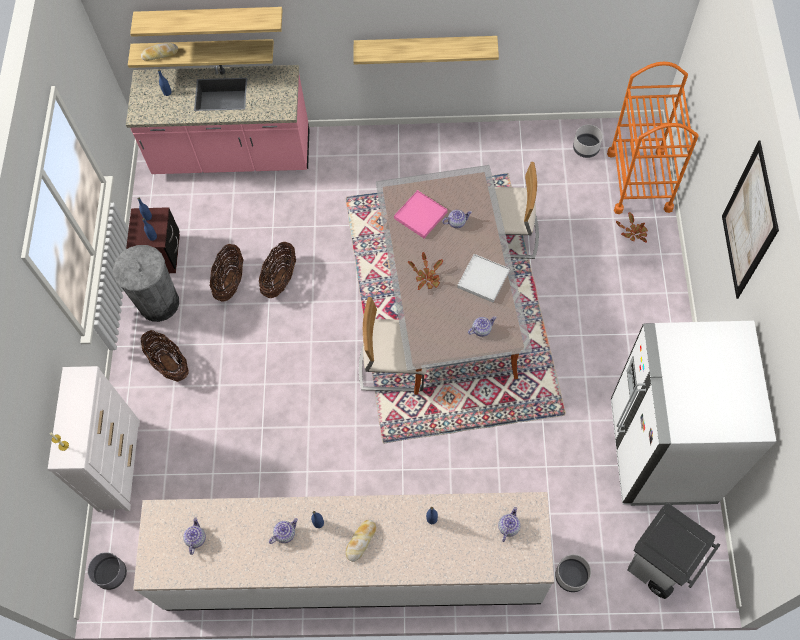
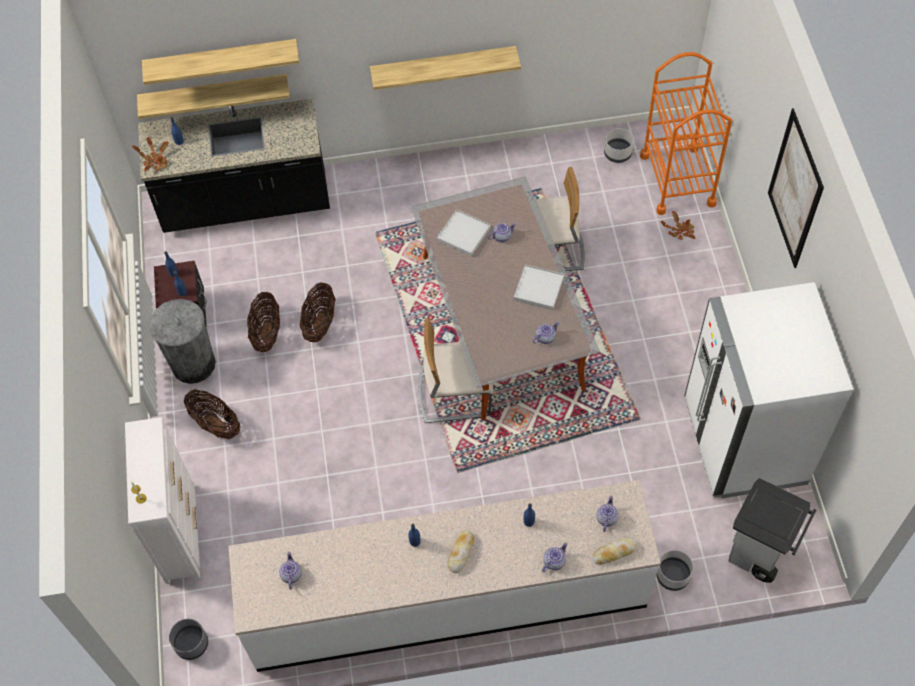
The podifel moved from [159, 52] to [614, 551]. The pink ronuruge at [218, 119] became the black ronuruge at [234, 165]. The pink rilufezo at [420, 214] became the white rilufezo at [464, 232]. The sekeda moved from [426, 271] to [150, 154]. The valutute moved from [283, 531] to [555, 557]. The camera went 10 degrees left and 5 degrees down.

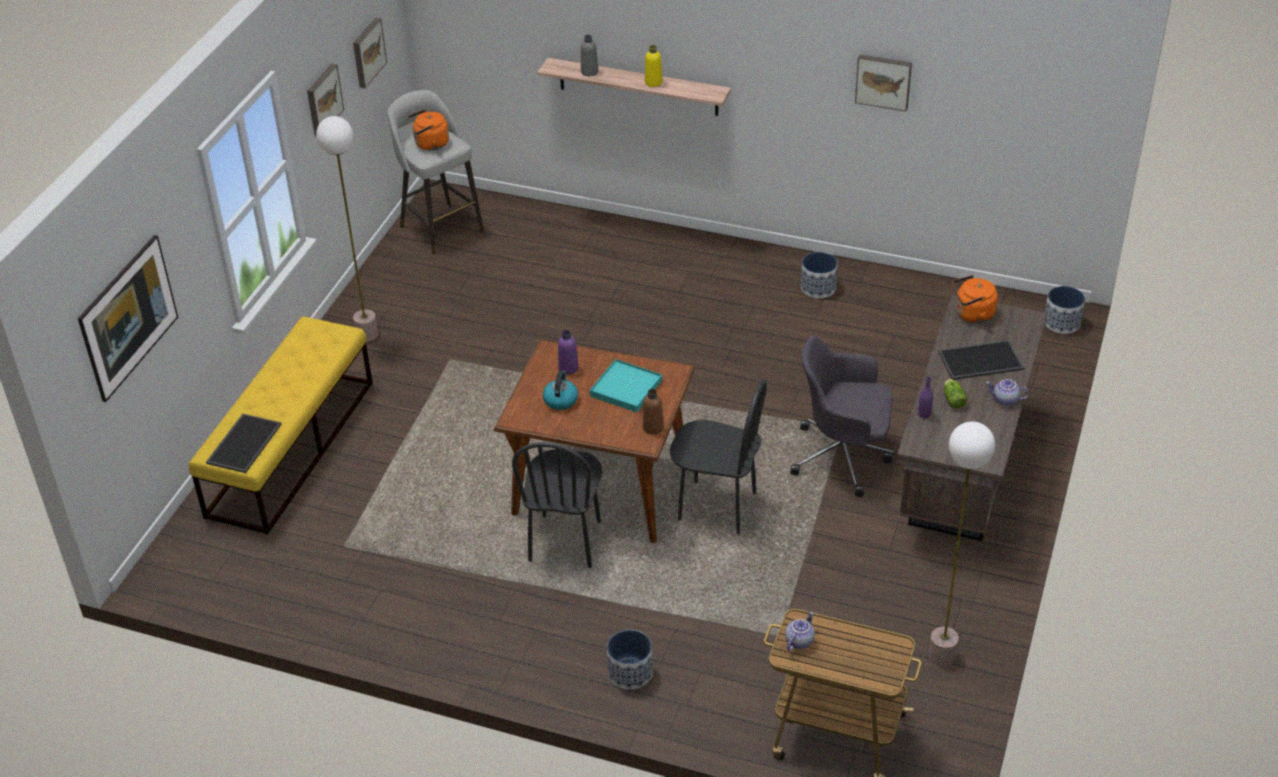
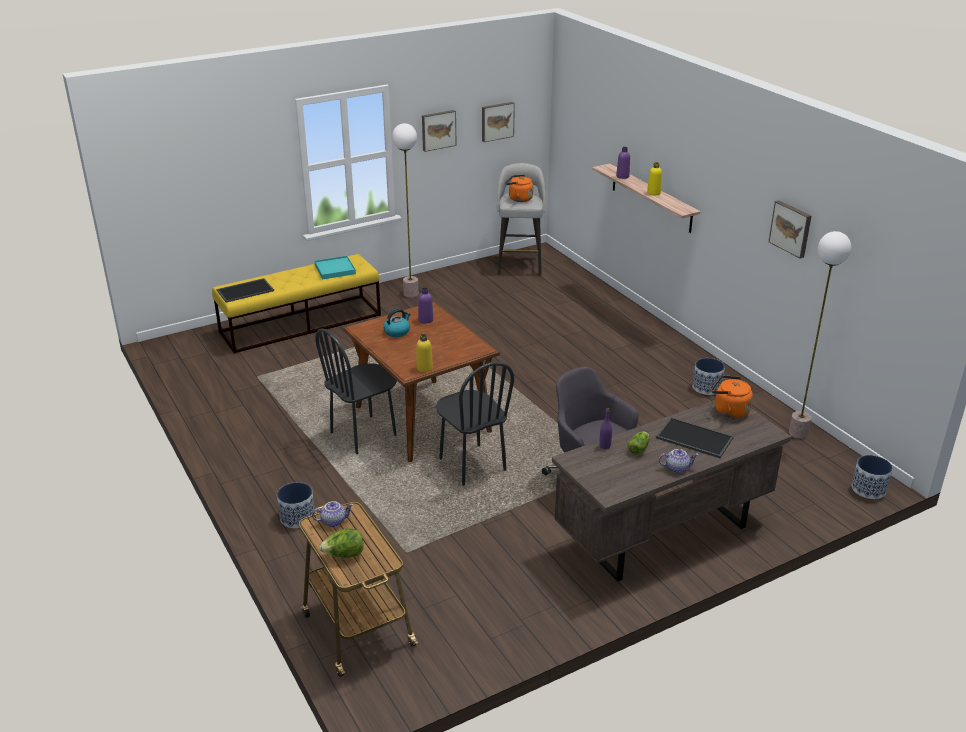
The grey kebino at [589, 55] became the purple kebino at [623, 163]. The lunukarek at [128, 318] disappeared. The turquoise rilufezo moved from [626, 385] to [335, 267]. The valutute at [1007, 392] turned 120 degrees clockwise. The brown kebino at [653, 412] became the yellow kebino at [424, 353]. The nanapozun moved from [962, 544] to [820, 335]. The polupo at [341, 543] appeared. The camera went 40 degrees right and 10 degrees down.

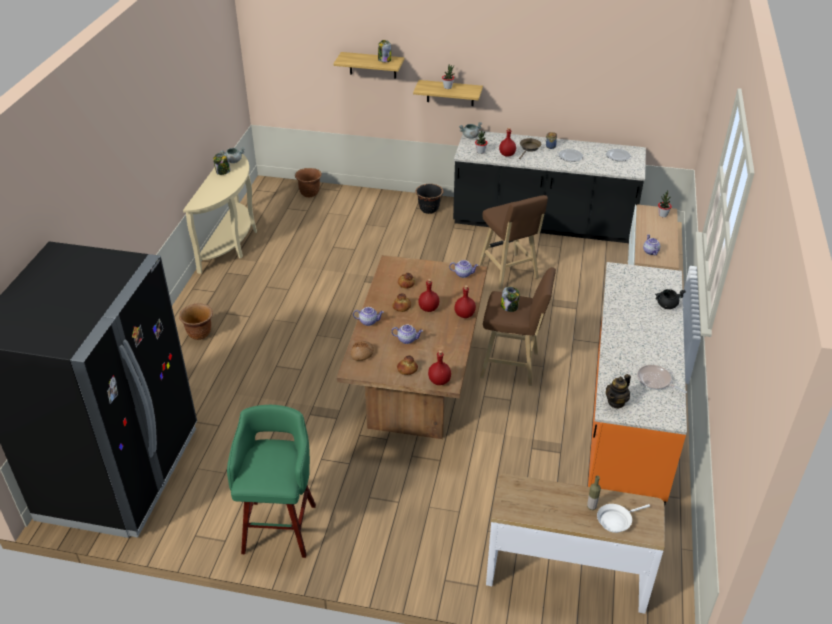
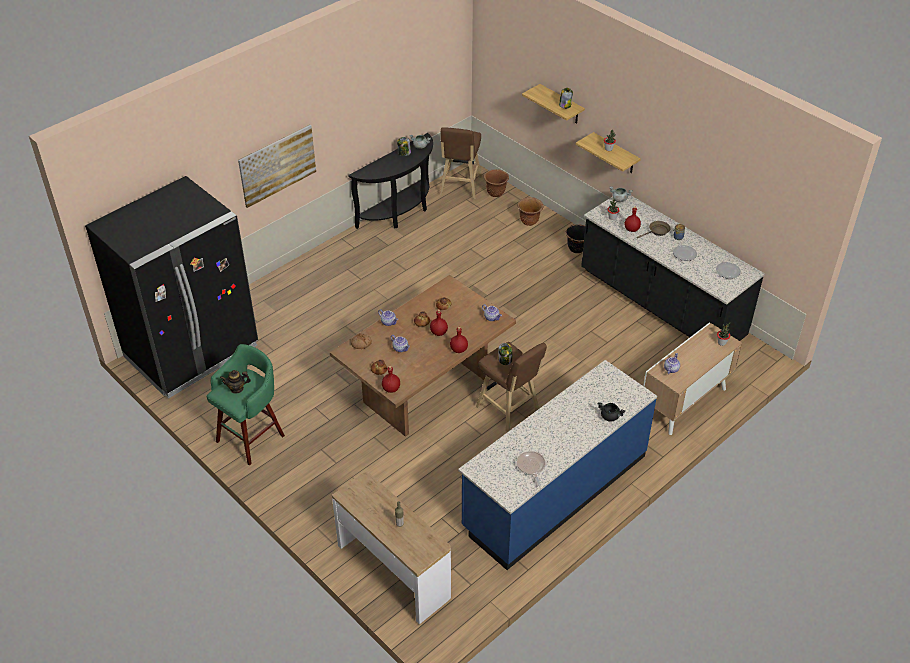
The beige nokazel at [220, 211] became the black nokazel at [390, 181]. The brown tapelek moved from [513, 242] to [461, 163]. The orange ronuruge at [637, 385] became the blue ronuruge at [557, 465]. The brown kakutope moved from [196, 321] to [530, 211]. The valutute moved from [618, 391] to [235, 382]. The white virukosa at [623, 518] disappeared. The lunukarek at [277, 166] appeared. The camera went 35 degrees right and 5 degrees up.

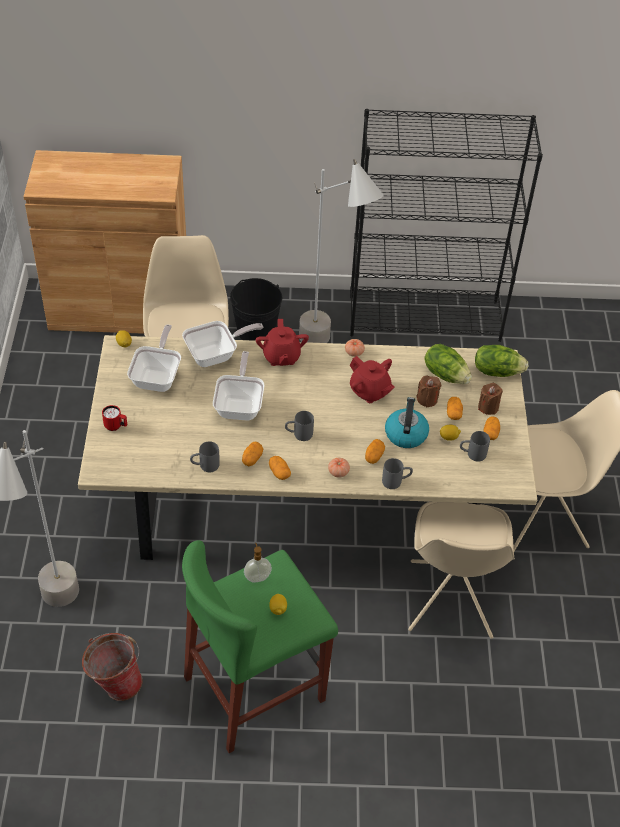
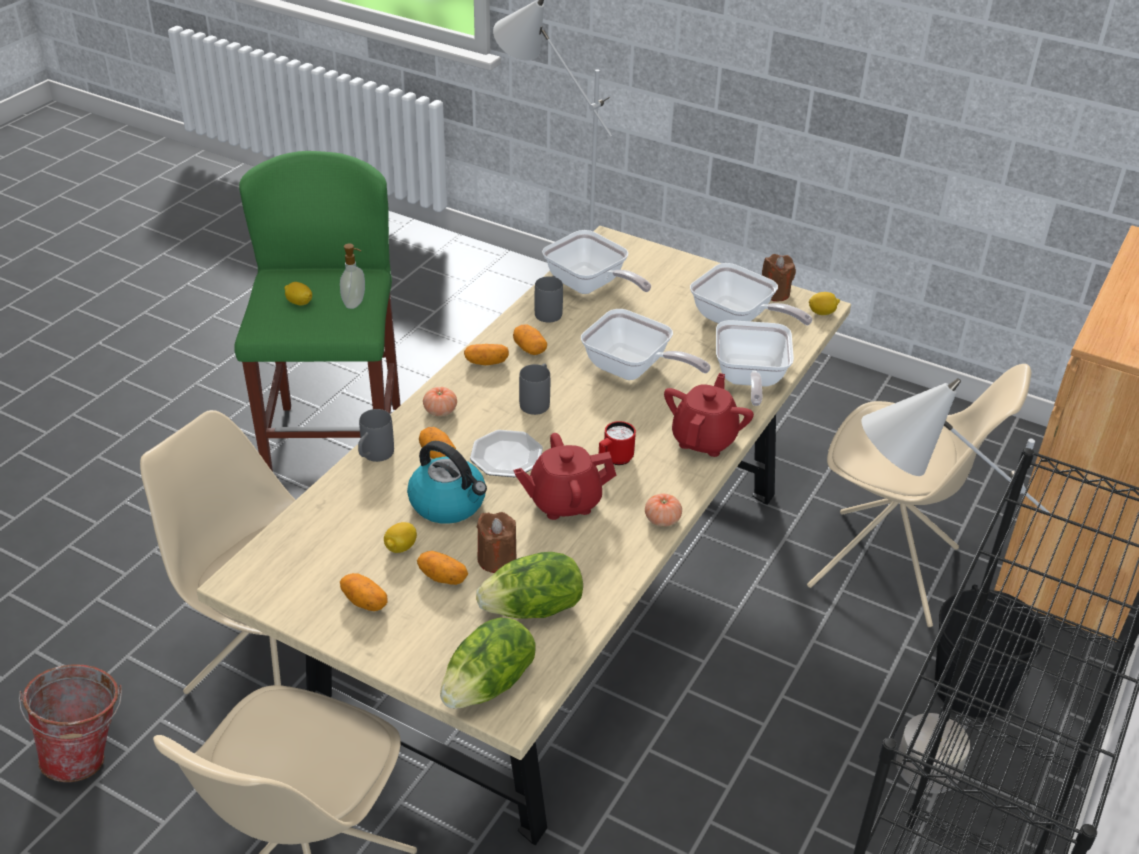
The red valutute at [282, 342] turned 90 degrees clockwise. The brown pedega moved from [490, 399] to [779, 277]. The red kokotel moved from [114, 418] to [617, 443]. The grey kokotel at [475, 446] disappeared. The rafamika moved from [112, 667] to [70, 723]. The virukosa at [596, 262] appeared. The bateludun at [506, 453] appeared. The camera went 120 degrees right and 10 degrees down.

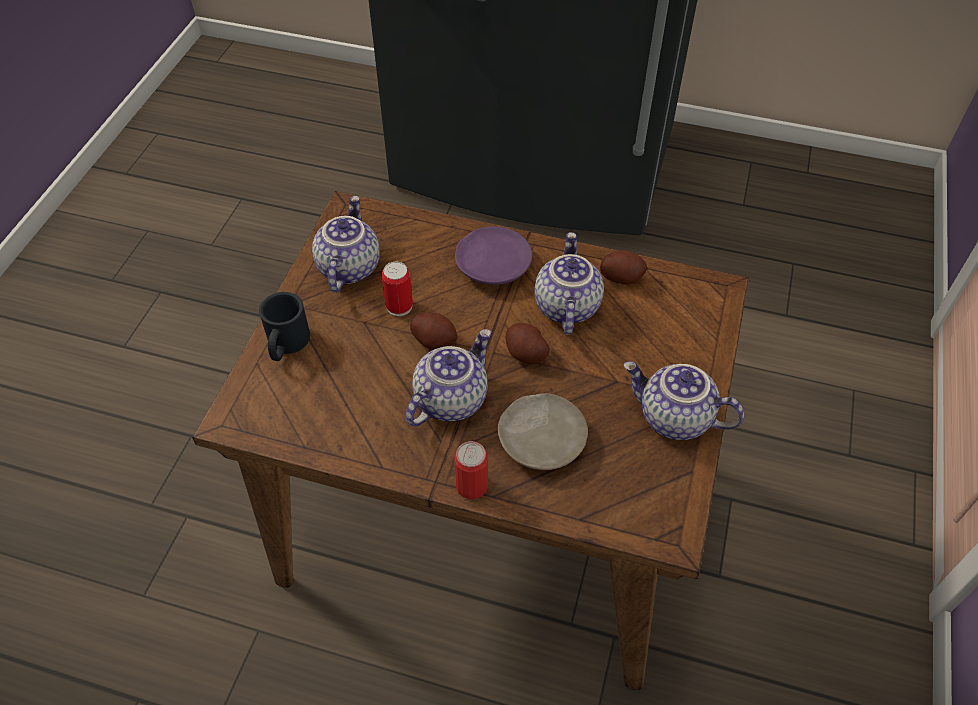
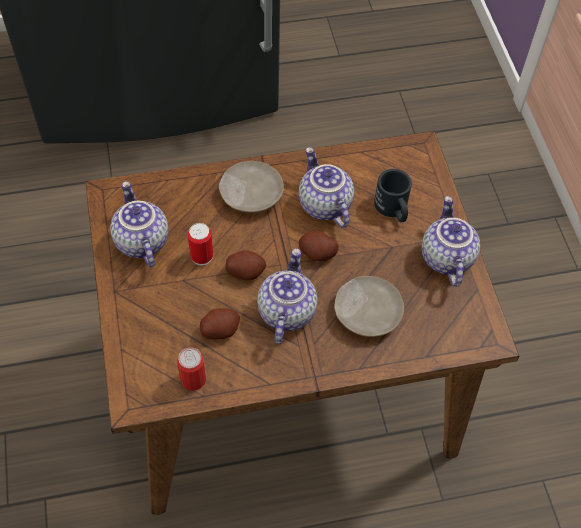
The purple bateludun at [493, 256] became the beige bateludun at [251, 187]. The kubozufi moved from [624, 267] to [220, 323]. The black kokotel moved from [284, 326] to [393, 195]. The valutute at [683, 400] turned 90 degrees clockwise. The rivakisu moved from [471, 470] to [191, 369]. The camera went 30 degrees left and 5 degrees up.

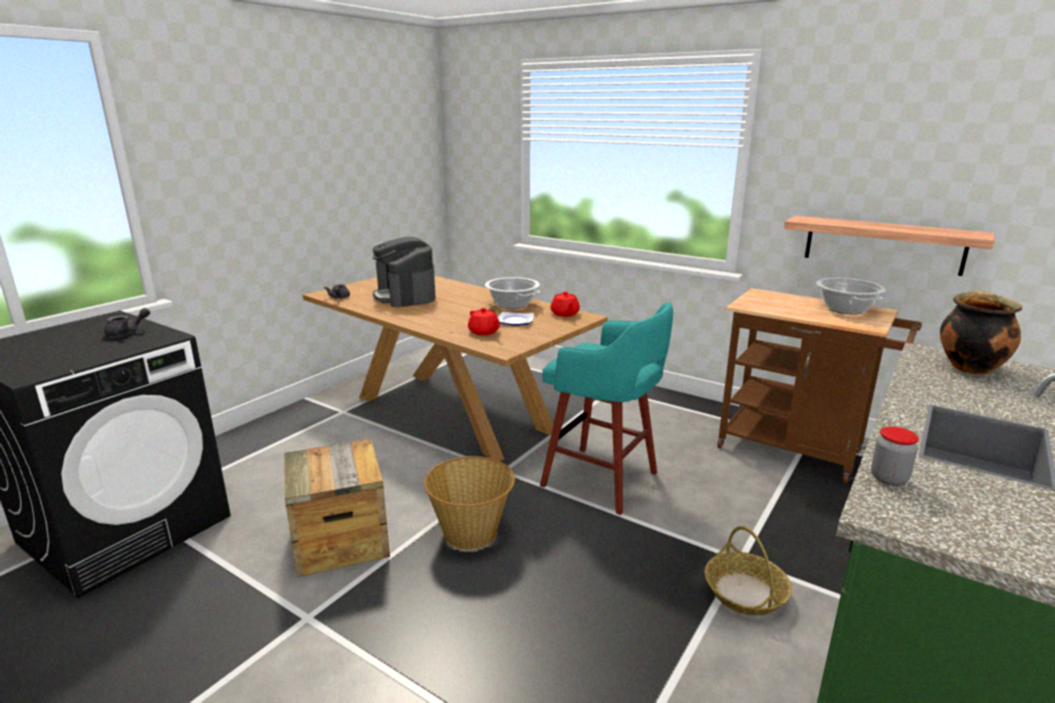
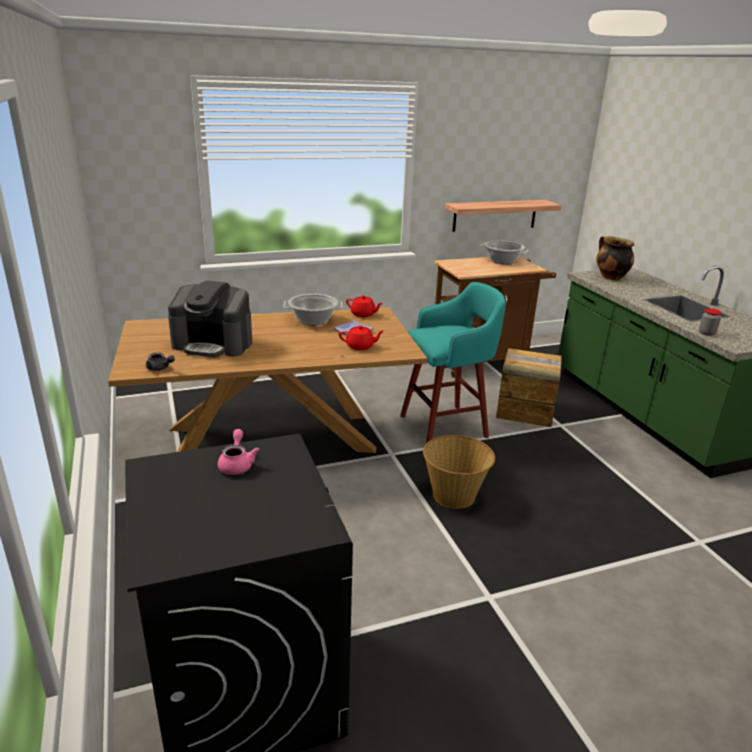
The grey valutute at [127, 322] became the pink valutute at [238, 452]. The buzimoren moved from [337, 508] to [529, 387]. The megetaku at [748, 570] disappeared. The camera went 55 degrees left and 5 degrees up.

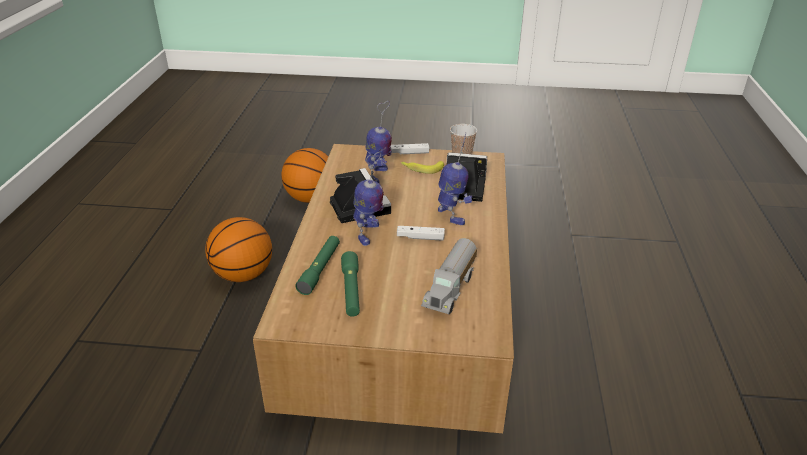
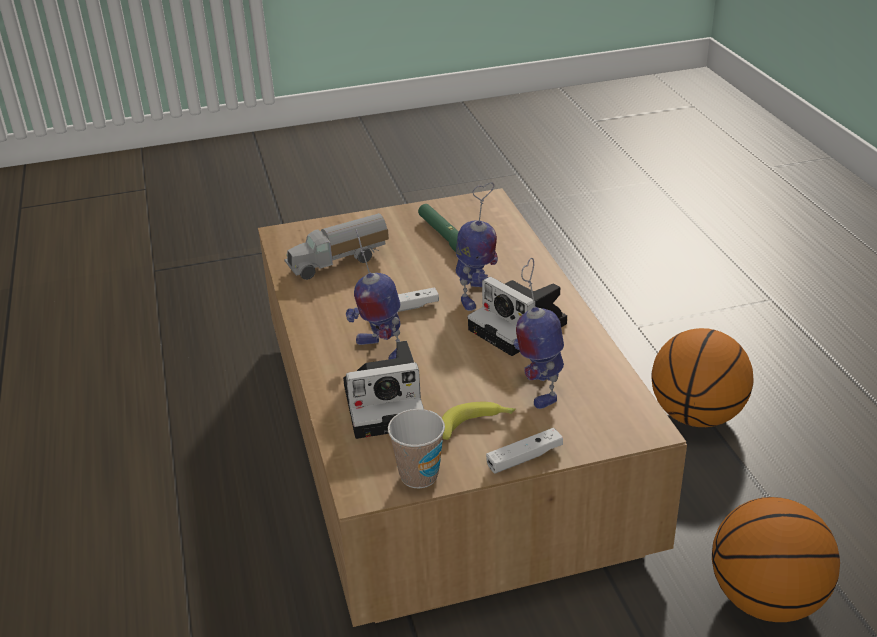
The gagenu at [368, 199] turned 150 degrees counterclockwise. The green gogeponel at [317, 265] disappeared. The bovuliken at [449, 276] turned 120 degrees counterclockwise. The camera went 160 degrees right and 0 degrees up.

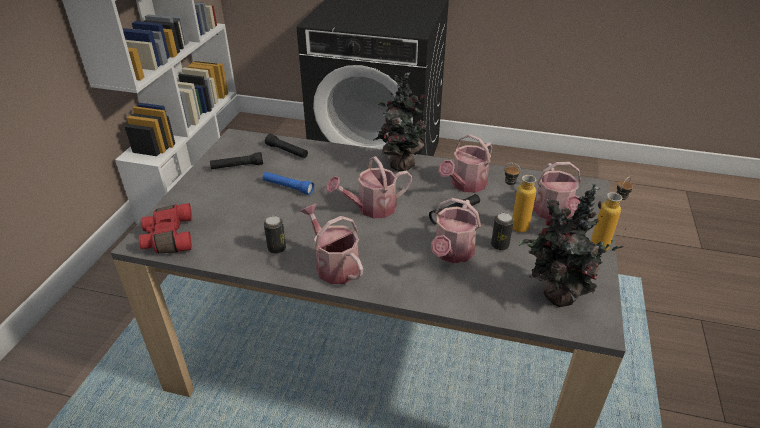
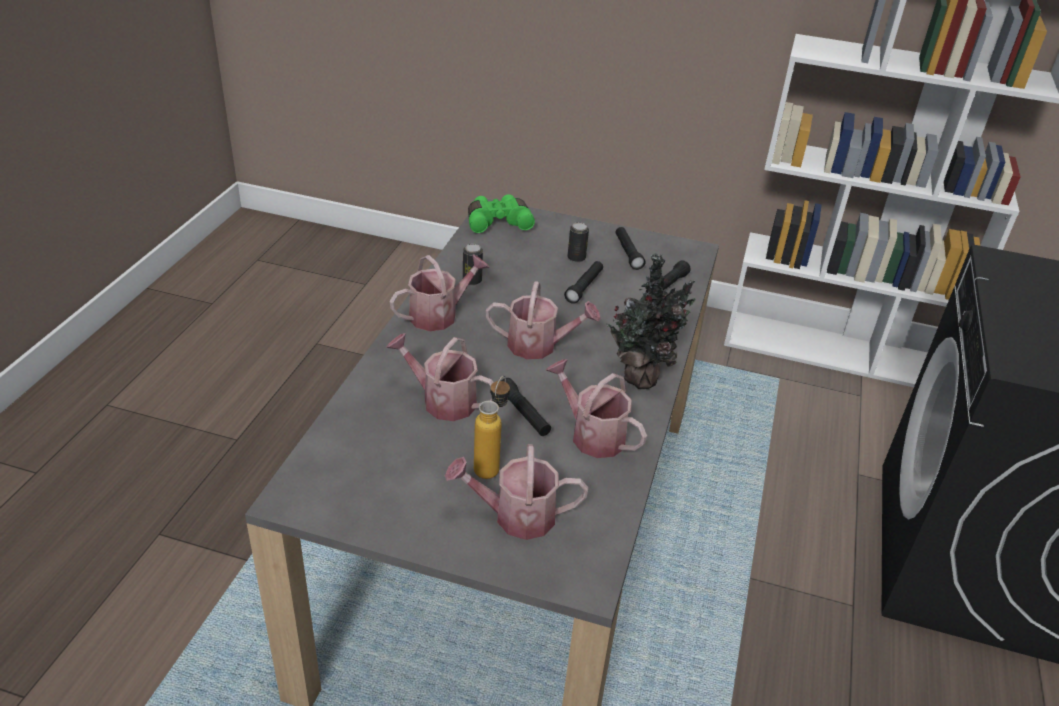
The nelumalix at [369, 187] turned 120 degrees clockwise. The blue gogeponel at [288, 183] became the black gogeponel at [583, 282]. The kebino at [612, 214] disappeared. The sekeda at [572, 245] disappeared. The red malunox at [165, 228] became the green malunox at [501, 213]. The rivakisu moved from [502, 231] to [578, 242]. The camera went 90 degrees right and 0 degrees up.

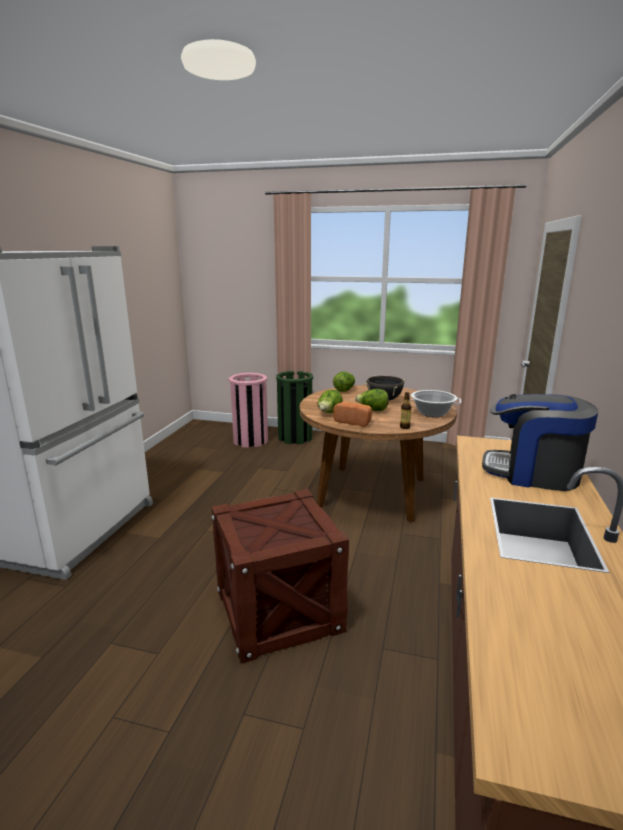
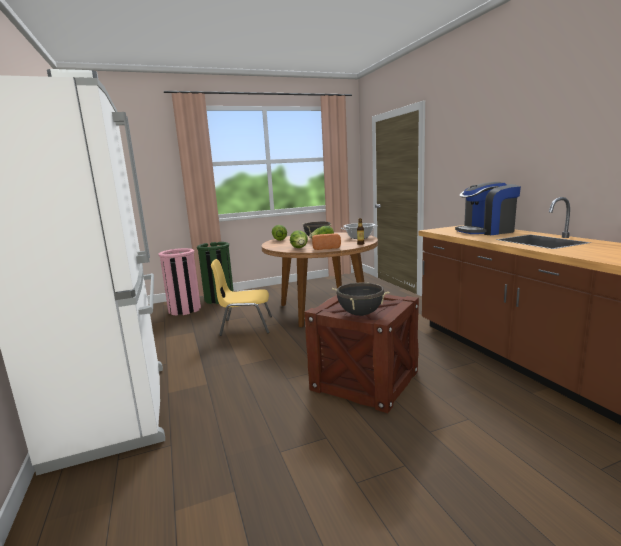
The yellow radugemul at [241, 297] appeared. The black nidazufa at [360, 299] appeared. The camera went 35 degrees left and 5 degrees down.

